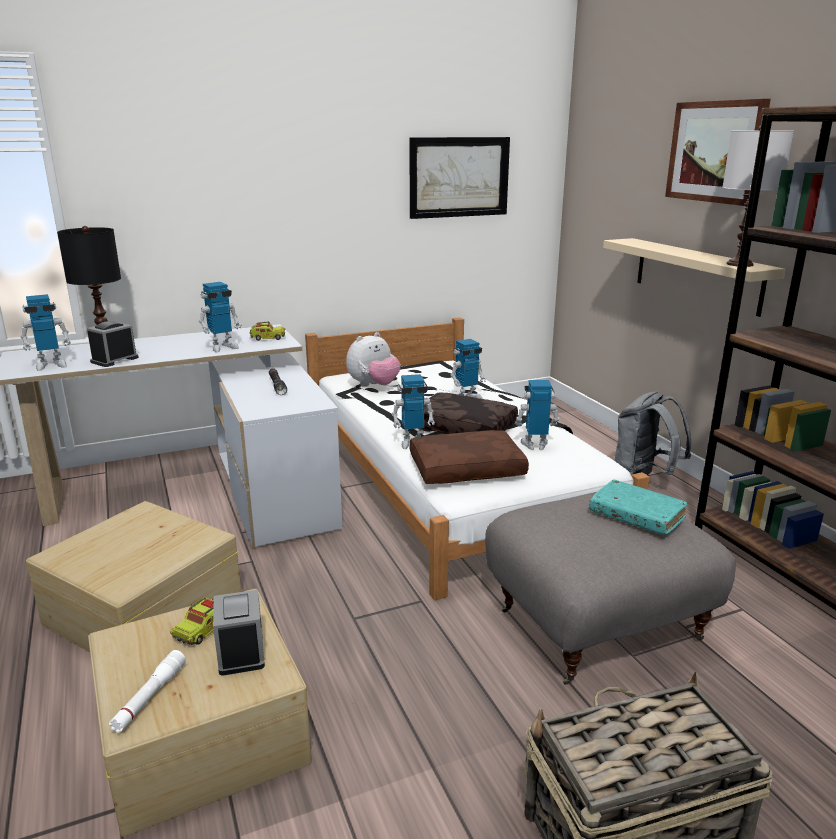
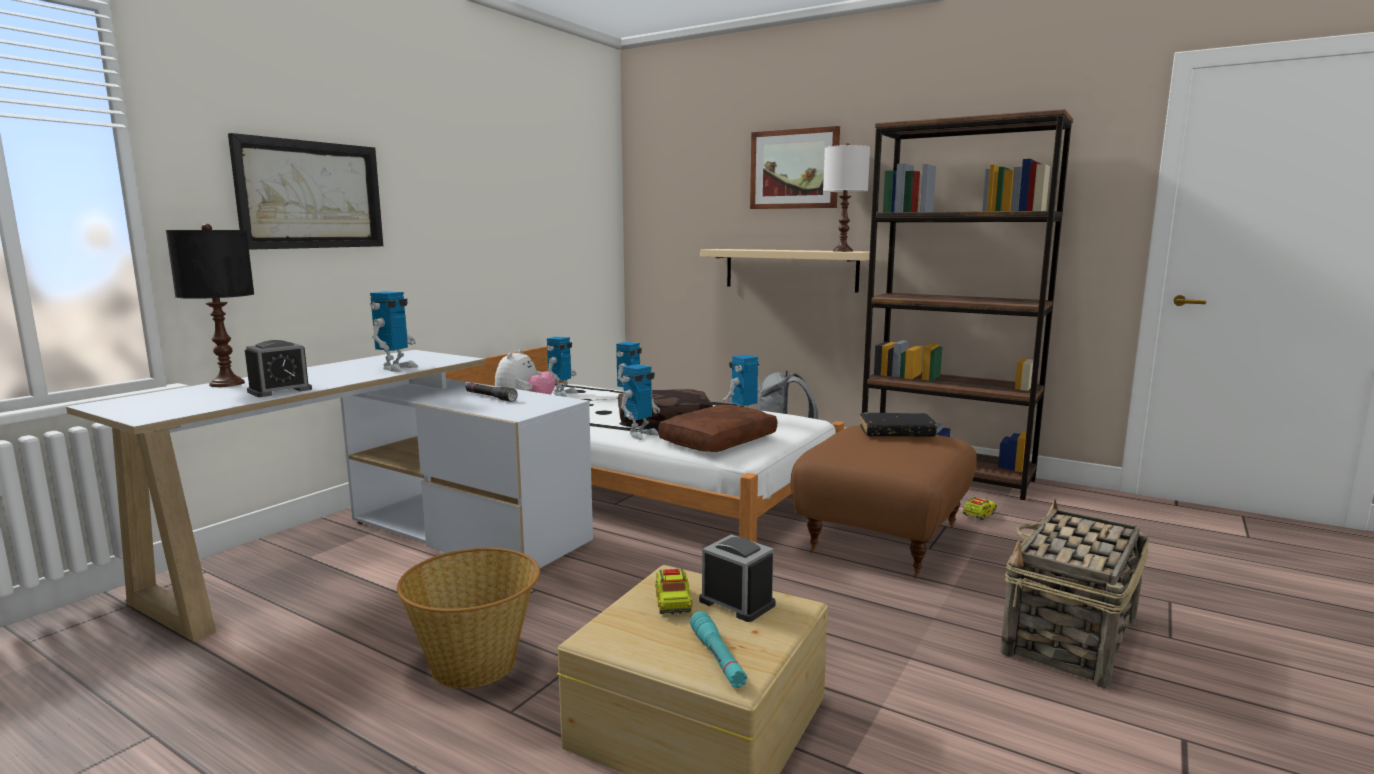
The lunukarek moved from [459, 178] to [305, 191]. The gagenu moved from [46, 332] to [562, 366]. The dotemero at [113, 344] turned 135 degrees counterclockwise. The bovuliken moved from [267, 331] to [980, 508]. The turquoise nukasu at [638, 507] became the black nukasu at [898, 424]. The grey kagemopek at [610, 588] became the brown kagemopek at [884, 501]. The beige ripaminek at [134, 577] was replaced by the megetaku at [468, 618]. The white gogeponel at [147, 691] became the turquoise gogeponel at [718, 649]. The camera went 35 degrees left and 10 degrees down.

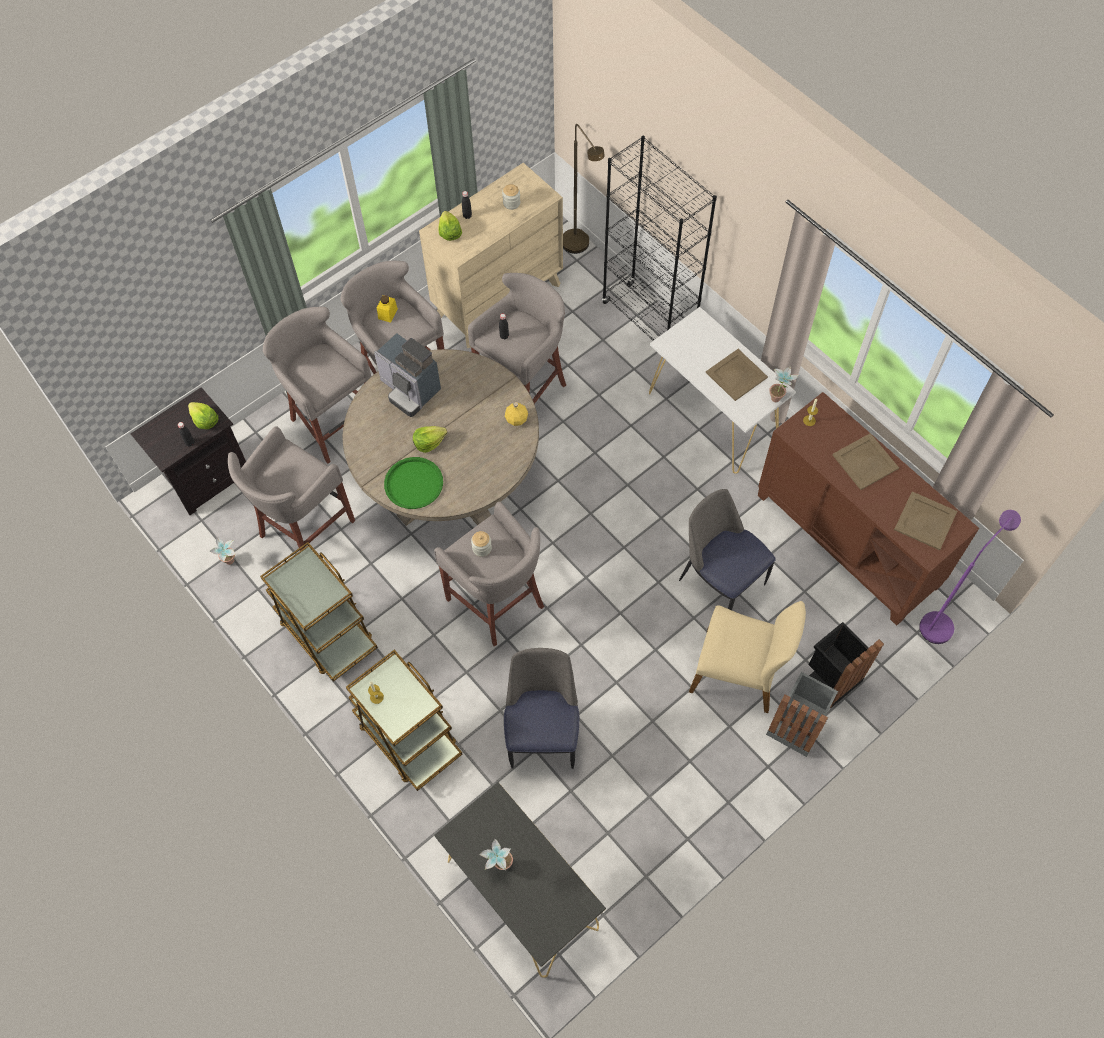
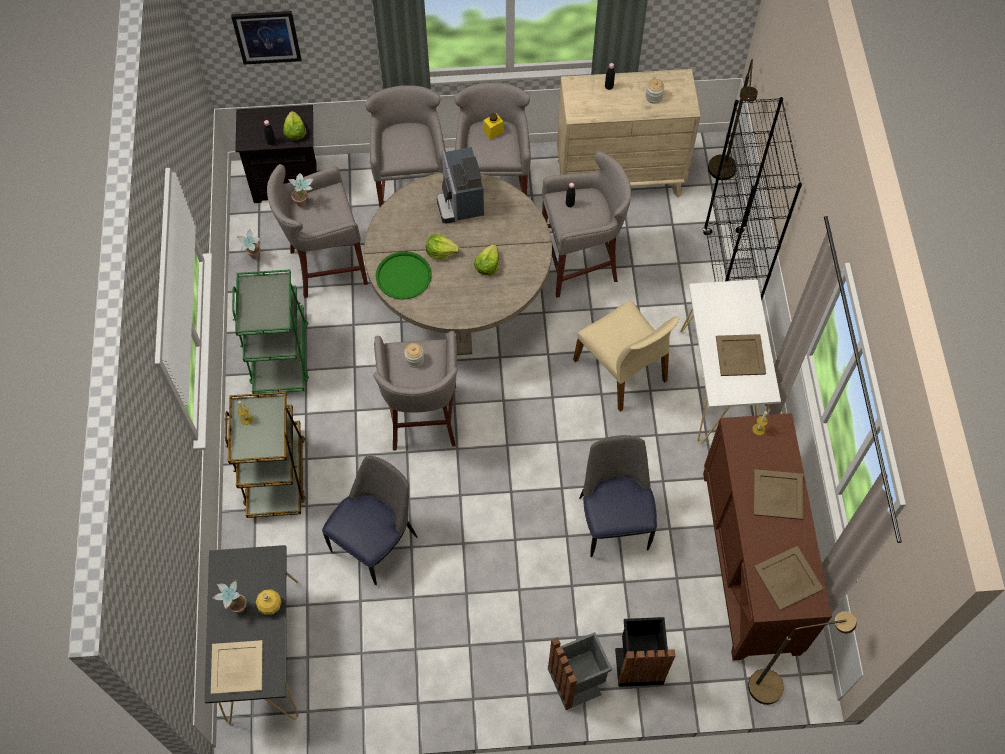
The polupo moved from [450, 226] to [486, 260]. The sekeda moved from [784, 384] to [301, 190]. The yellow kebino moved from [516, 414] to [269, 602]. The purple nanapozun at [970, 577] became the brown nanapozun at [802, 658]. The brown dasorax at [319, 612] became the green dasorax at [270, 332]. The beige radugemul moved from [747, 657] to [626, 356]. The lunukarek at [266, 38] appeared. The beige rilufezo at [237, 667] appeared. The camera went 35 degrees right and 0 degrees up.

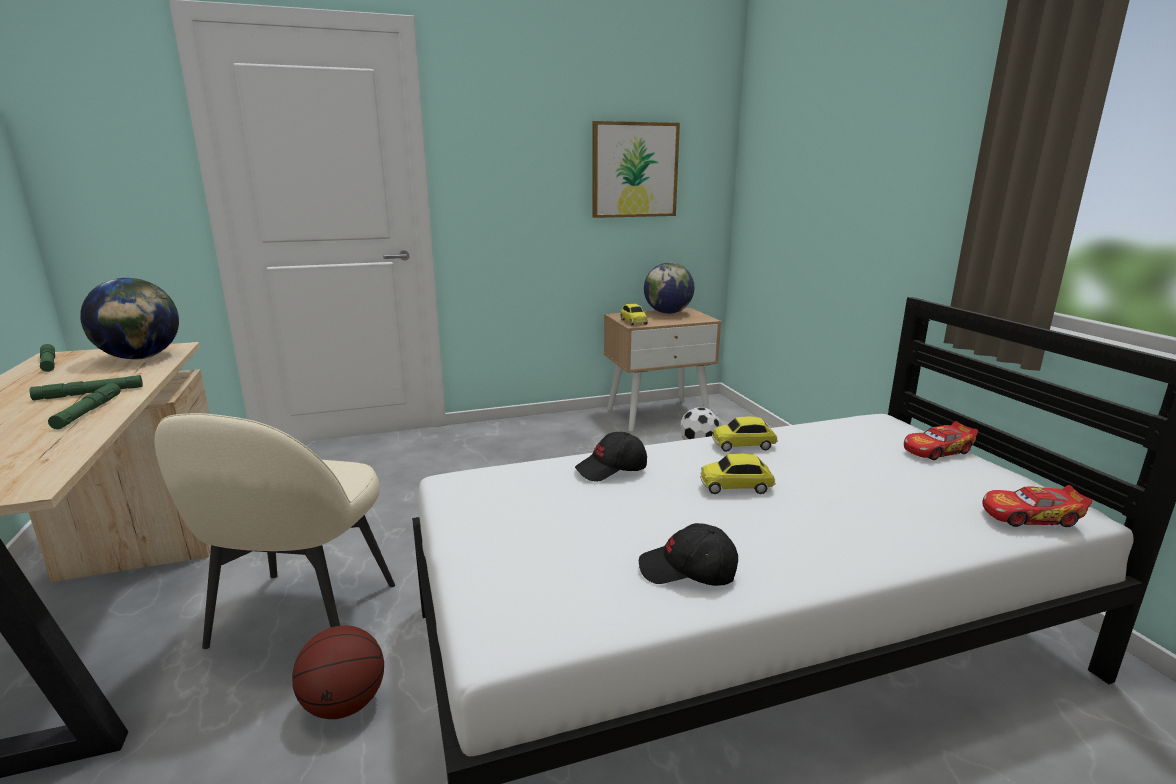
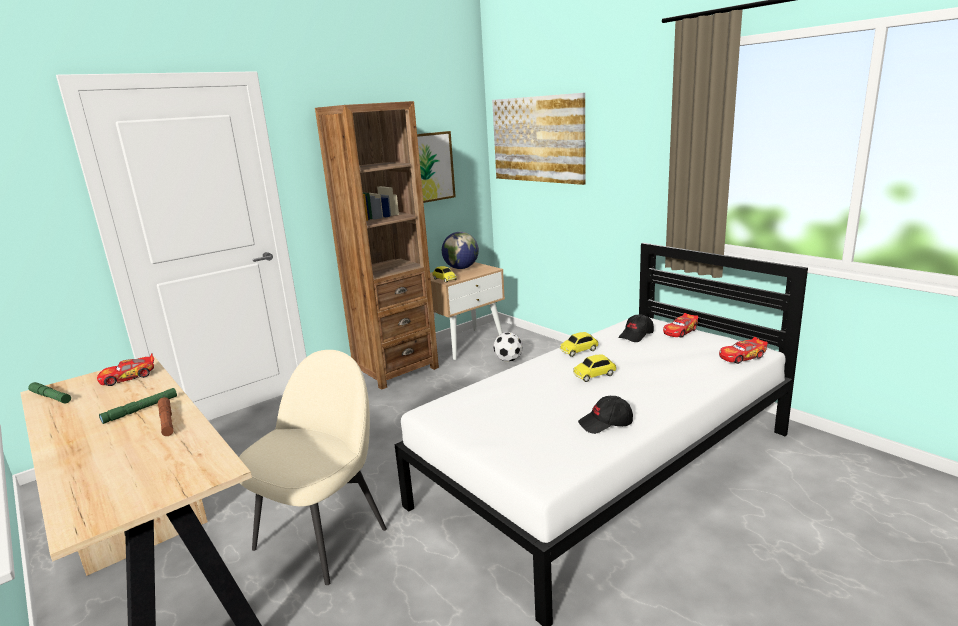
The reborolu at [129, 319] was replaced by the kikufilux at [125, 369]. The green gogeponel at [84, 406] became the brown gogeponel at [165, 416]. The beige radugemul at [275, 531] turned 135 degrees counterclockwise. The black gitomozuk moved from [611, 457] to [636, 328]. The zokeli at [338, 672] disappeared. The lunukarek at [539, 139] appeared. The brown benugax at [377, 245] appeared. The camera went 20 degrees left and 0 degrees up.

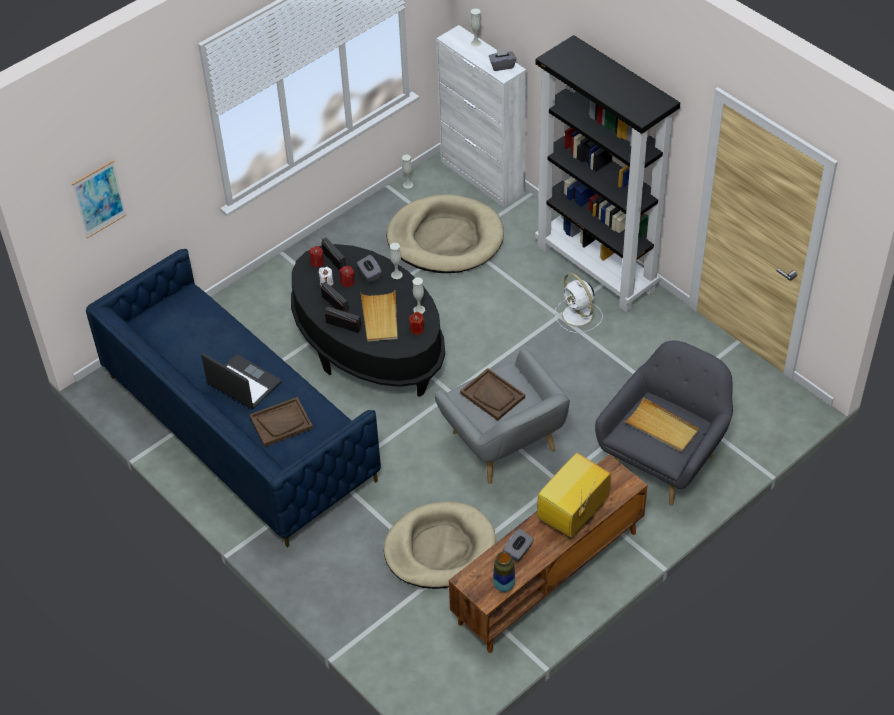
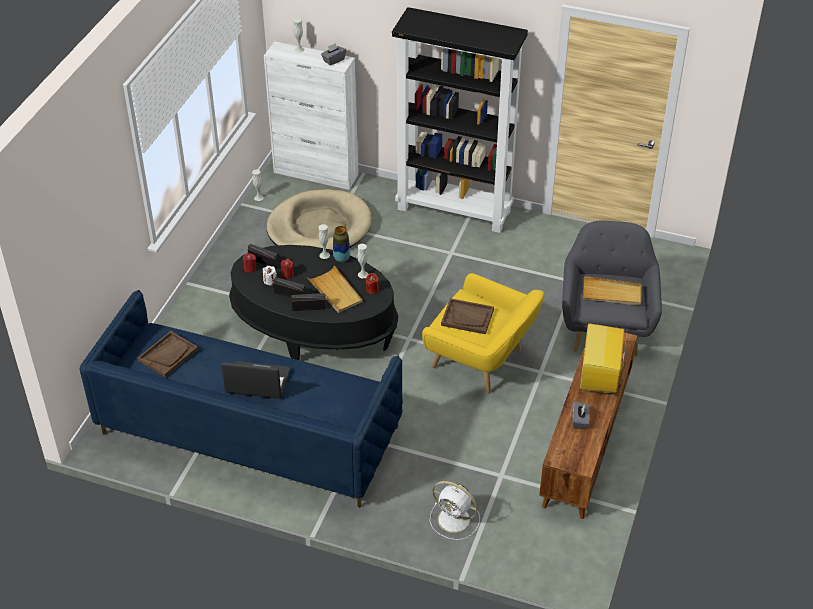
The lunukarek at [99, 199] disappeared. The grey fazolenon at [369, 269] disappeared. The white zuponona moved from [579, 303] to [455, 510]. The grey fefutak at [502, 416] became the yellow fefutak at [483, 333]. The brown rilufezo moved from [281, 422] to [168, 354]. The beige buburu at [440, 545] disappeared. The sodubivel moved from [504, 572] to [341, 244]. The camera went 30 degrees left and 5 degrees down.

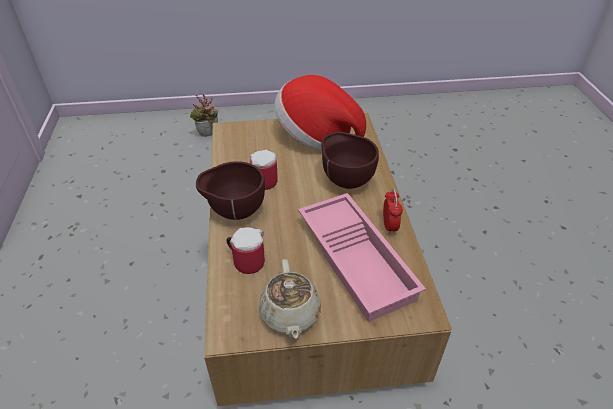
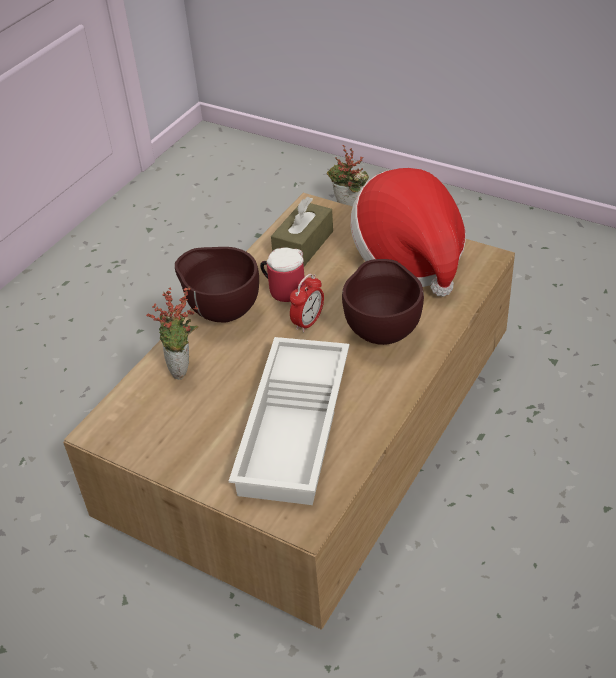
The dotemero moved from [393, 212] to [307, 303]. The pink rilufezo at [362, 257] became the white rilufezo at [289, 421]. The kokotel at [246, 250] was replaced by the sekeda at [172, 333]. The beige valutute at [290, 299] disappeared. The brown fazolenon at [302, 231] appeared. The camera went 40 degrees right and 0 degrees up.

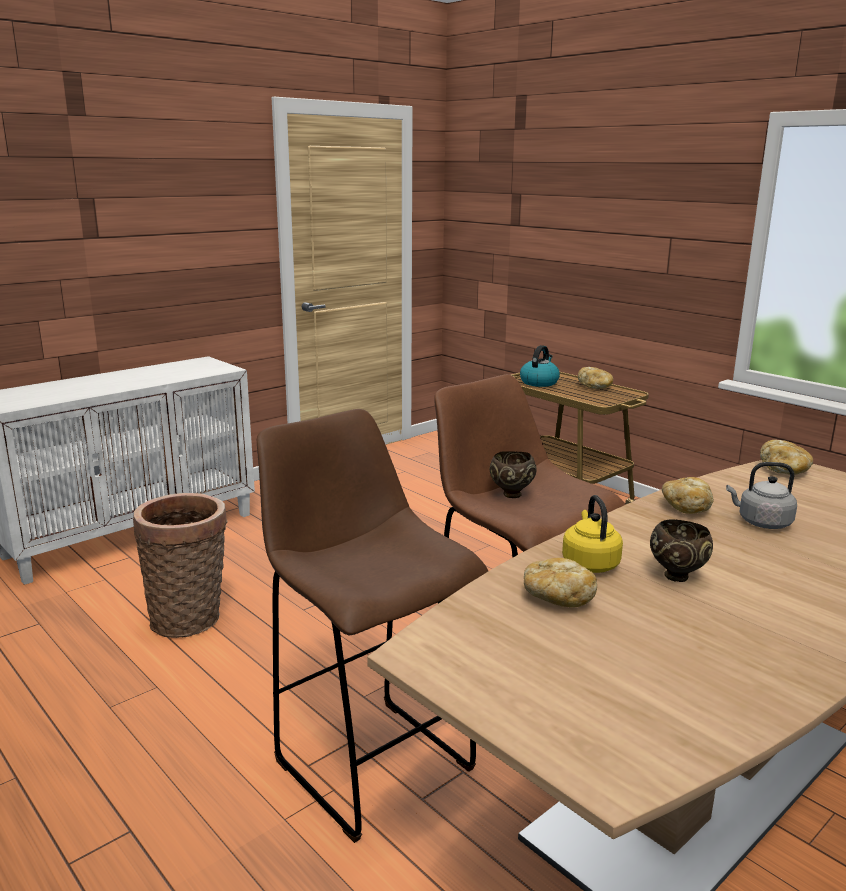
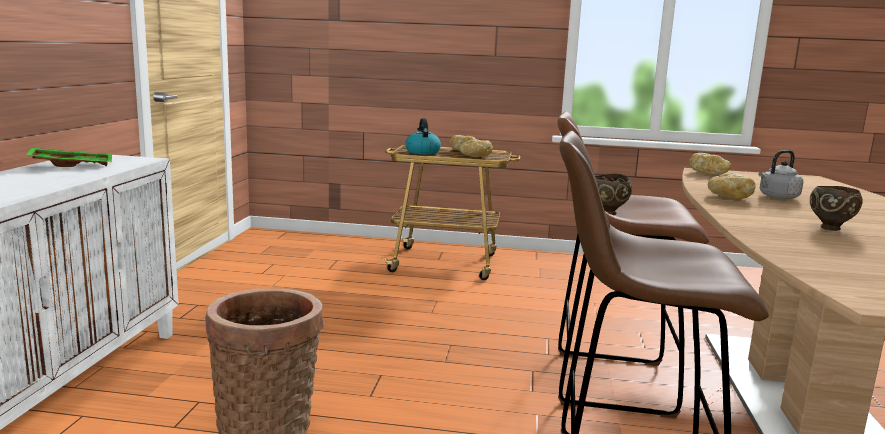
The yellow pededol at [592, 534] disappeared. The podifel moved from [560, 582] to [476, 148]. The green rilufezo at [69, 157] appeared. The camera went 40 degrees left and 5 degrees down.

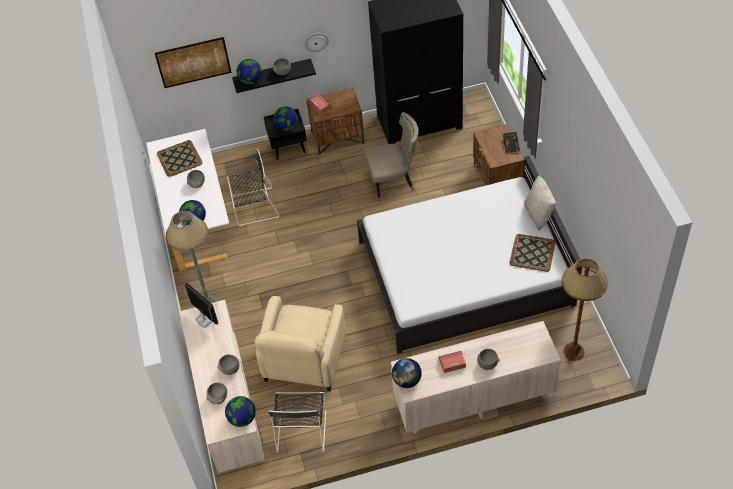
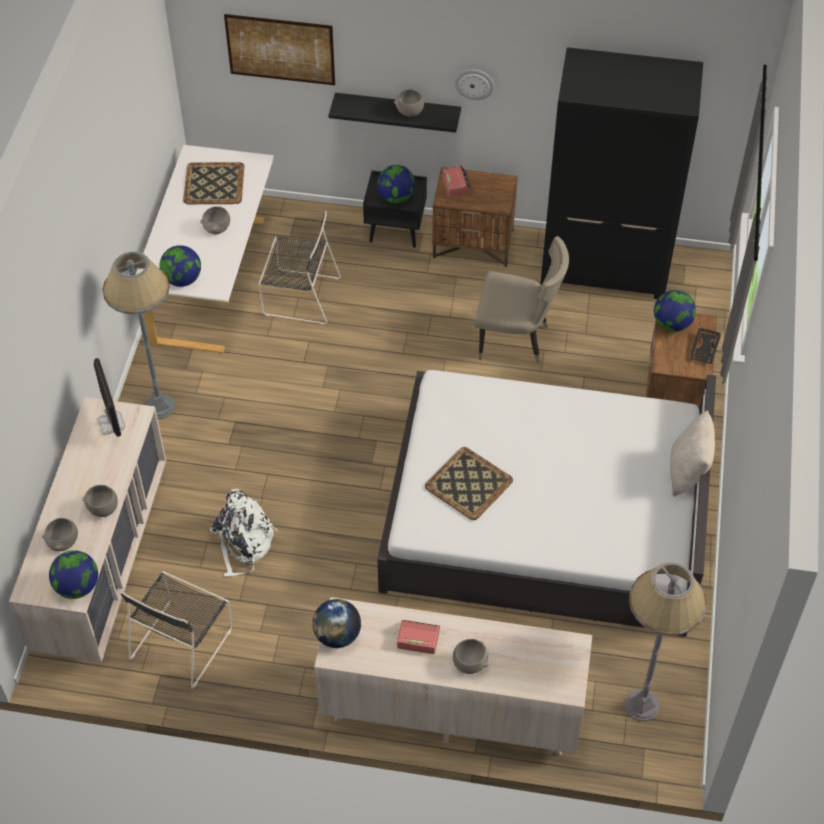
The reborolu moved from [249, 72] to [675, 311]. The rilufezo moved from [533, 253] to [469, 483]. The brown nanapozun at [585, 309] became the grey nanapozun at [666, 641]. The beige fefutak at [300, 343] was replaced by the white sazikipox at [243, 532]. The camera went 20 degrees right and 0 degrees up.

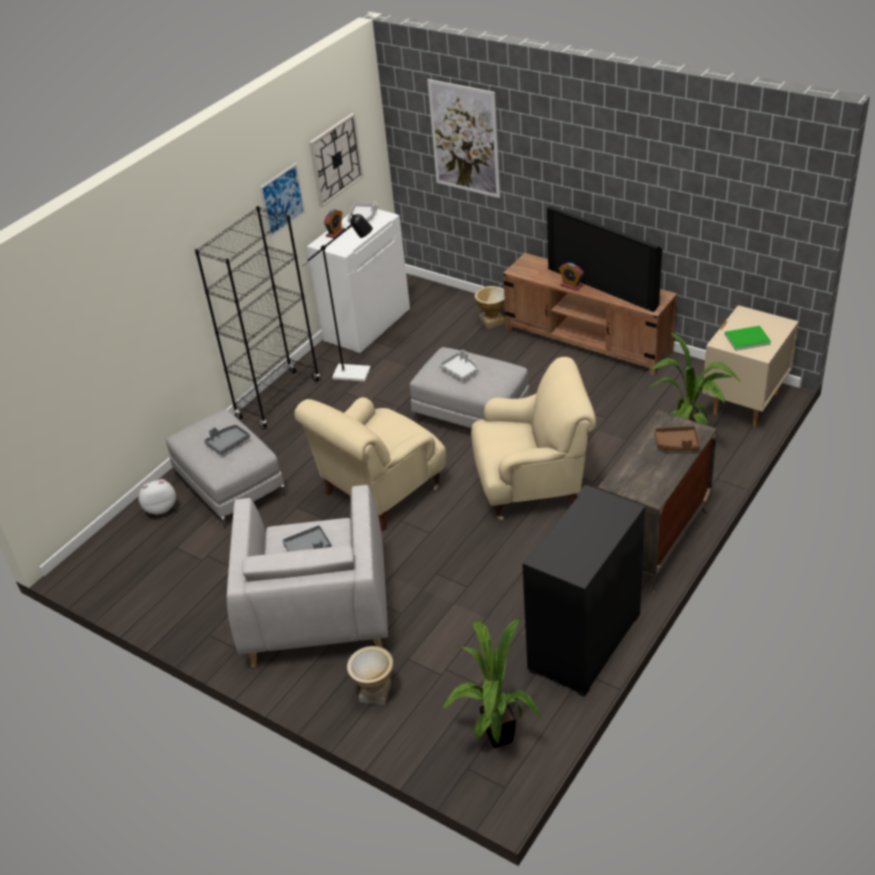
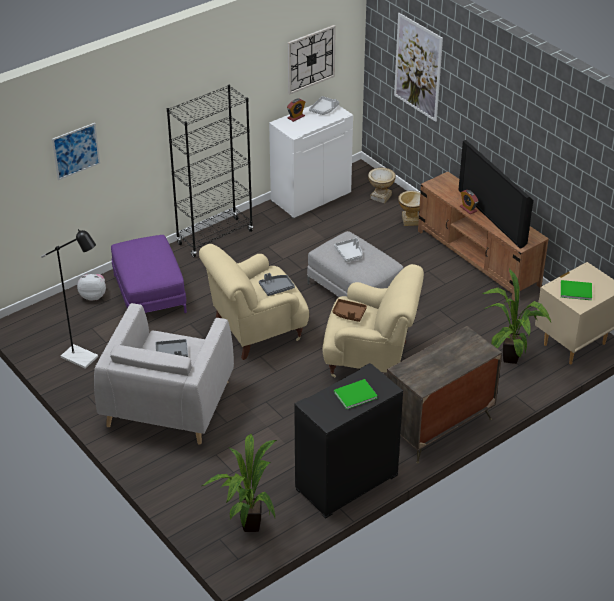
The lunukarek moved from [282, 200] to [76, 151]. The black nanapozun moved from [337, 298] to [69, 299]. The grey kagemopek at [226, 469] became the purple kagemopek at [149, 274]. The grey rilufezo moved from [227, 440] to [277, 284]. The brown rilufezo moved from [677, 438] to [349, 310]. The sodubivel moved from [370, 675] to [382, 186]. The green nukasu at [356, 394] appeared. The camera went 15 degrees right and 0 degrees up.

